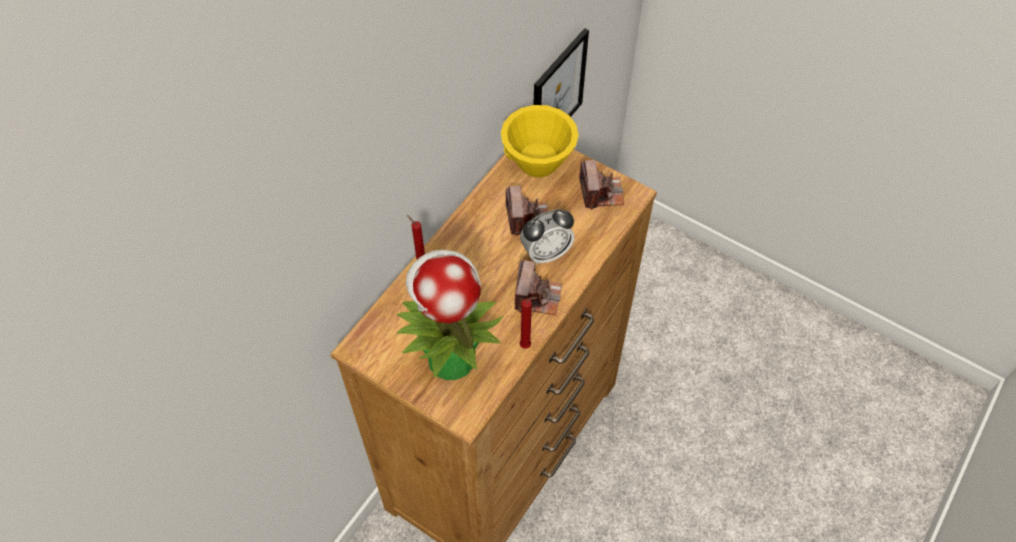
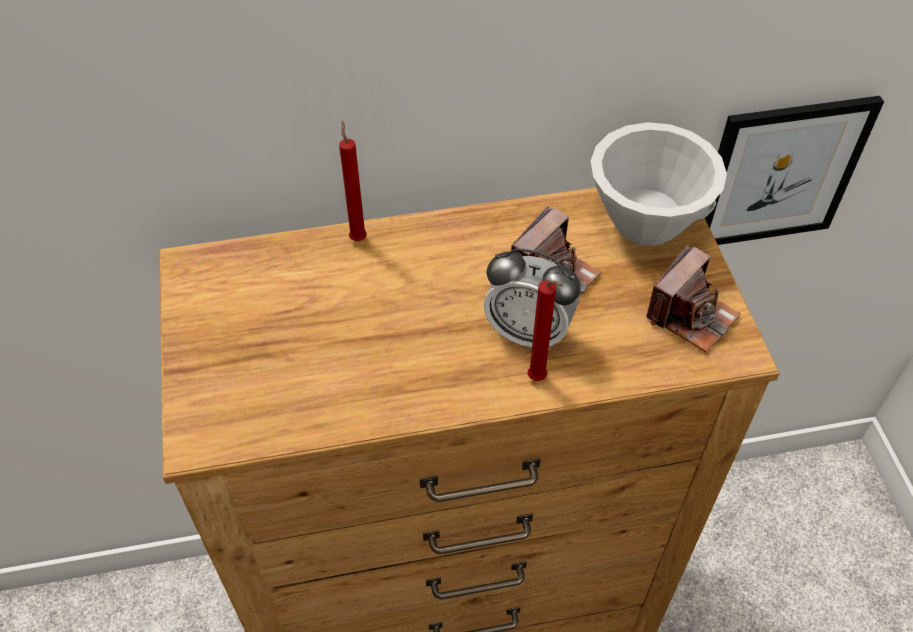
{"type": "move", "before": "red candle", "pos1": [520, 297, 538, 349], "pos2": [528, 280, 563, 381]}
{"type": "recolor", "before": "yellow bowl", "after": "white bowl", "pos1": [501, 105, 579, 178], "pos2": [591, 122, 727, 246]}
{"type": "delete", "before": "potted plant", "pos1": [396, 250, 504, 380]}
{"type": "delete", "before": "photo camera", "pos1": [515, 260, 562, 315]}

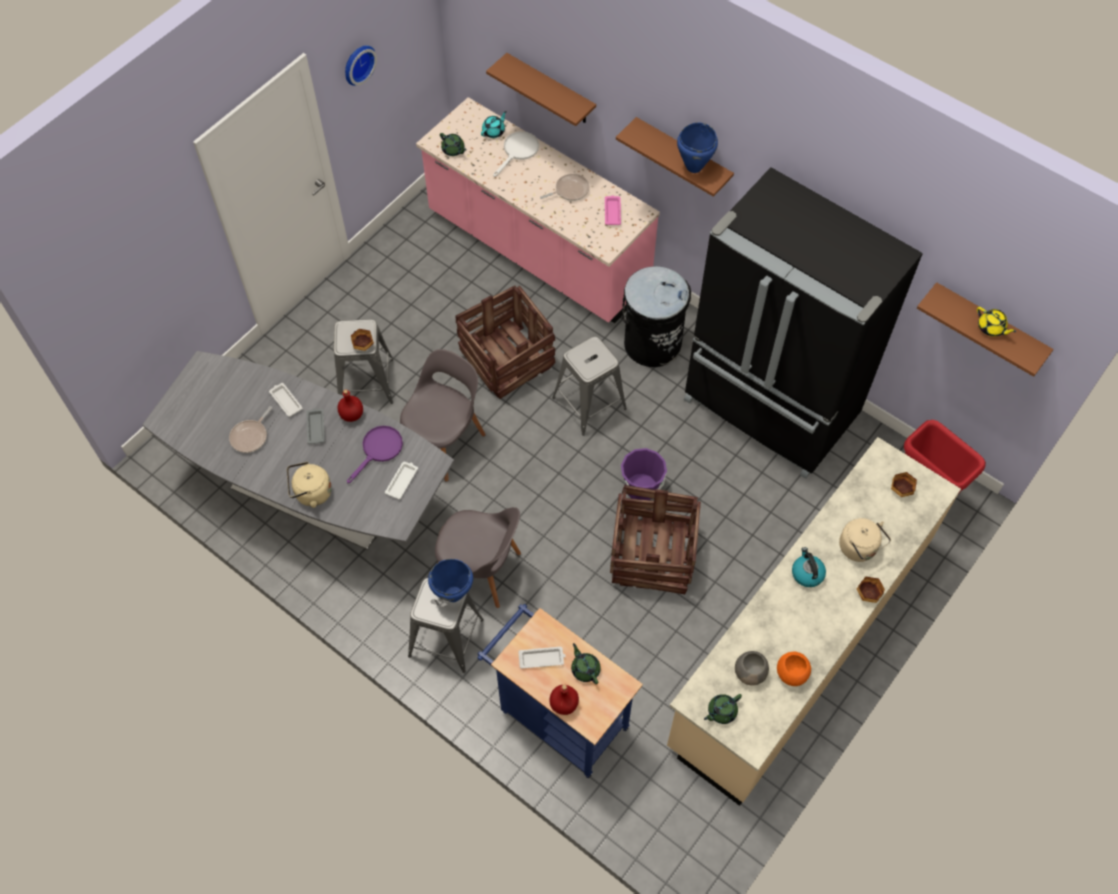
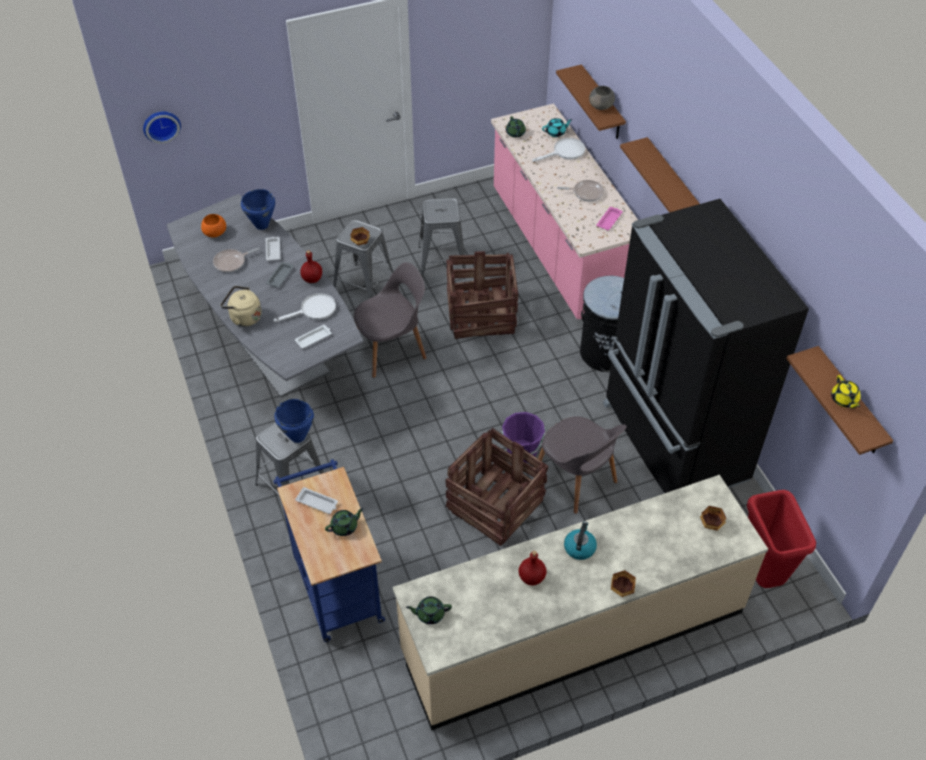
{"type": "move", "before": "wall clock", "pos1": [345, 45, 377, 86], "pos2": [143, 112, 181, 144]}
{"type": "move", "before": "orange bowl", "pos1": [777, 652, 811, 686], "pos2": [201, 214, 226, 237]}
{"type": "move", "before": "blue cooking pot", "pos1": [677, 122, 718, 173], "pos2": [241, 189, 275, 230]}
{"type": "recolor", "before": "purple frying pan", "after": "white frying pan", "pos1": [347, 426, 403, 483], "pos2": [273, 293, 336, 322]}
{"type": "rotate", "before": "green teapot", "pos1": [571, 643, 601, 684], "pos2": [325, 508, 364, 536], "turn": 60}
{"type": "move", "before": "grey stool", "pos1": [552, 336, 627, 436], "pos2": [418, 198, 466, 278]}
{"type": "move", "before": "red bottle", "pos1": [549, 684, 579, 715], "pos2": [519, 551, 546, 586]}
{"type": "move", "before": "grey chair", "pos1": [435, 507, 521, 608], "pos2": [536, 416, 627, 514]}
{"type": "move", "before": "grey bowl", "pos1": [735, 651, 769, 686], "pos2": [589, 86, 615, 110]}
{"type": "delete", "before": "beige kettle", "pos1": [839, 518, 891, 562]}

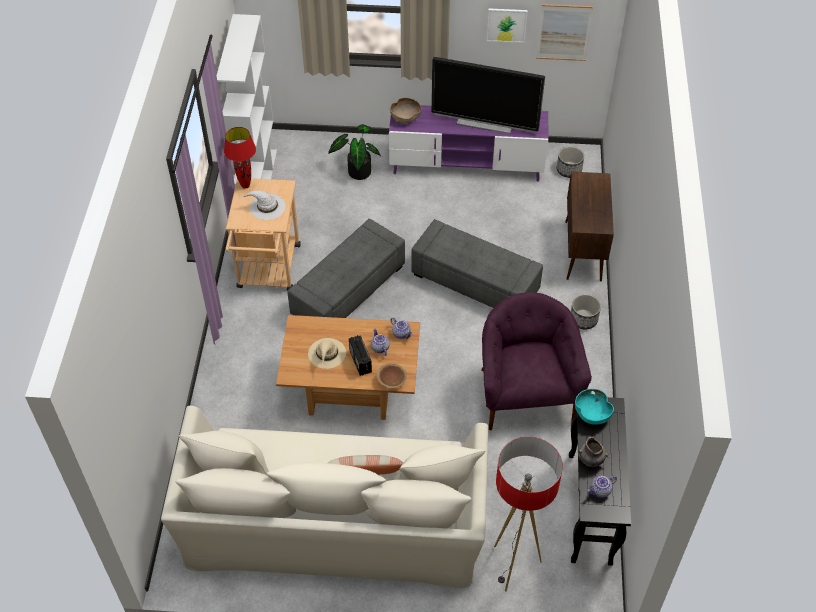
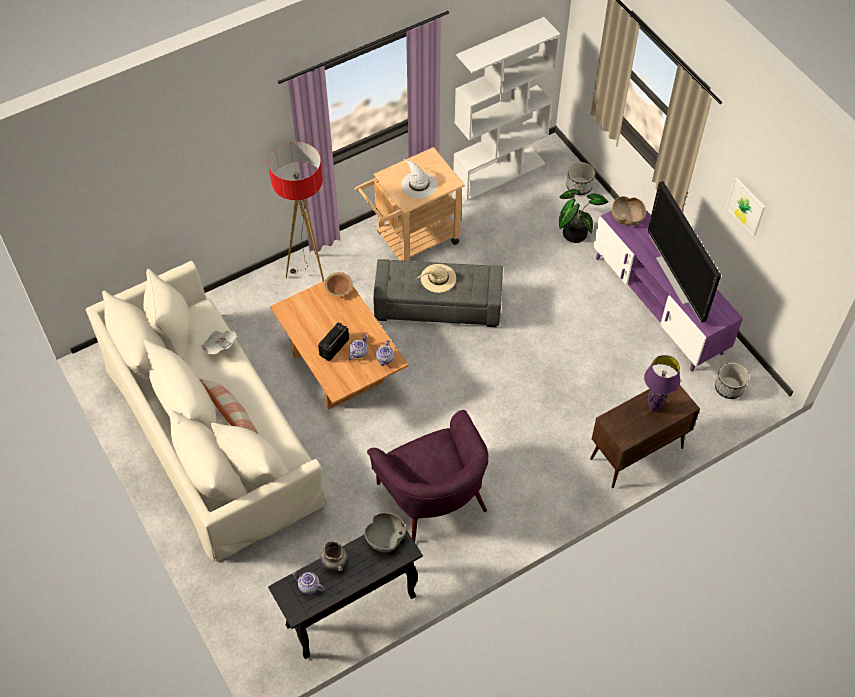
{"type": "insert", "after": "newspaper", "pos2": [201, 331, 237, 354]}
{"type": "move", "before": "floor lamp", "pos1": [494, 437, 563, 591], "pos2": [268, 142, 324, 281]}
{"type": "move", "before": "brown bowl", "pos1": [377, 363, 407, 388], "pos2": [324, 272, 352, 296]}
{"type": "recolor", "before": "turquoise bowl", "after": "grey bowl", "pos1": [575, 389, 614, 425], "pos2": [365, 512, 406, 552]}
{"type": "rotate", "before": "purple armchair", "pos1": [481, 292, 592, 430], "pos2": [367, 410, 488, 542], "turn": 105}
{"type": "move", "before": "beige hat", "pos1": [308, 338, 346, 369], "pos2": [416, 264, 456, 293]}
{"type": "move", "before": "planter", "pos1": [571, 294, 601, 329], "pos2": [566, 162, 595, 195]}
{"type": "insert", "after": "purple table lamp", "pos2": [644, 355, 680, 412]}
{"type": "delete", "before": "red table lamp", "pos1": [224, 127, 256, 189]}
{"type": "delete", "before": "grey ottoman", "pos1": [411, 219, 543, 308]}
{"type": "delete", "before": "picture", "pos1": [536, 4, 593, 61]}

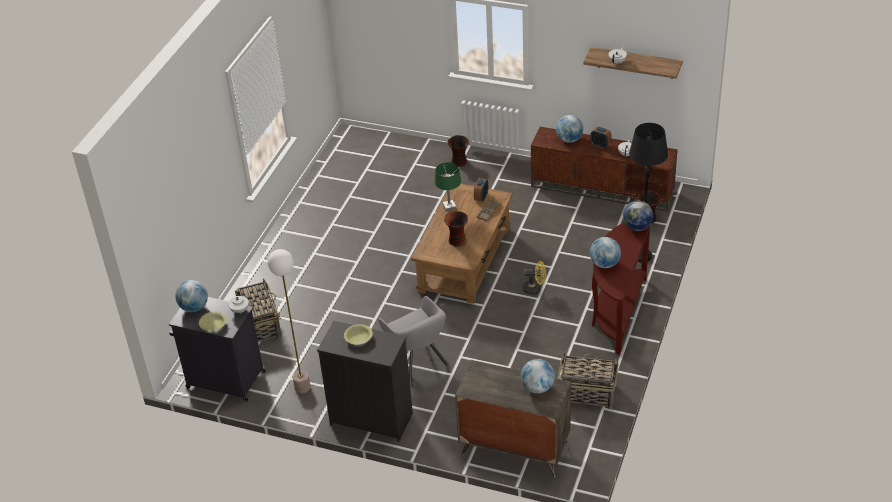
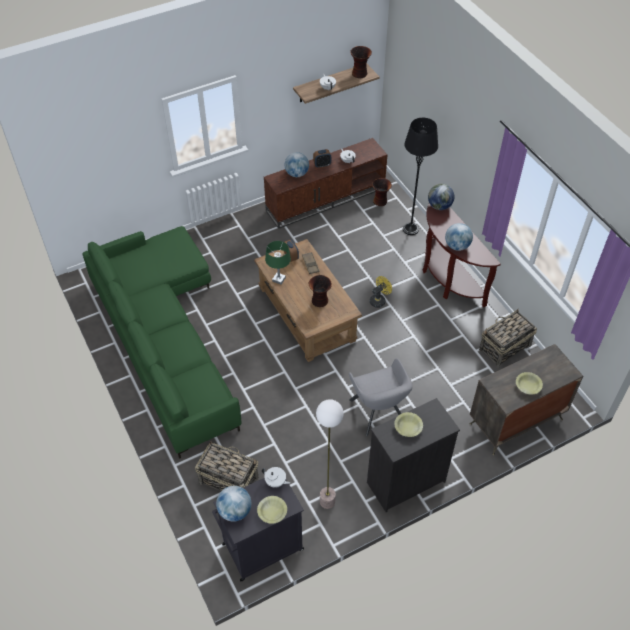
{"type": "insert", "after": "green sofa", "pos2": [82, 226, 241, 459]}
{"type": "rotate", "before": "grey armchair", "pos1": [378, 296, 450, 385], "pos2": [349, 358, 413, 436], "turn": 60}
{"type": "move", "before": "vase", "pos1": [447, 135, 469, 167], "pos2": [350, 46, 372, 78]}
{"type": "insert", "after": "yellow bowl", "pos2": [516, 372, 543, 394]}
{"type": "delete", "before": "globe", "pos1": [521, 359, 555, 393]}

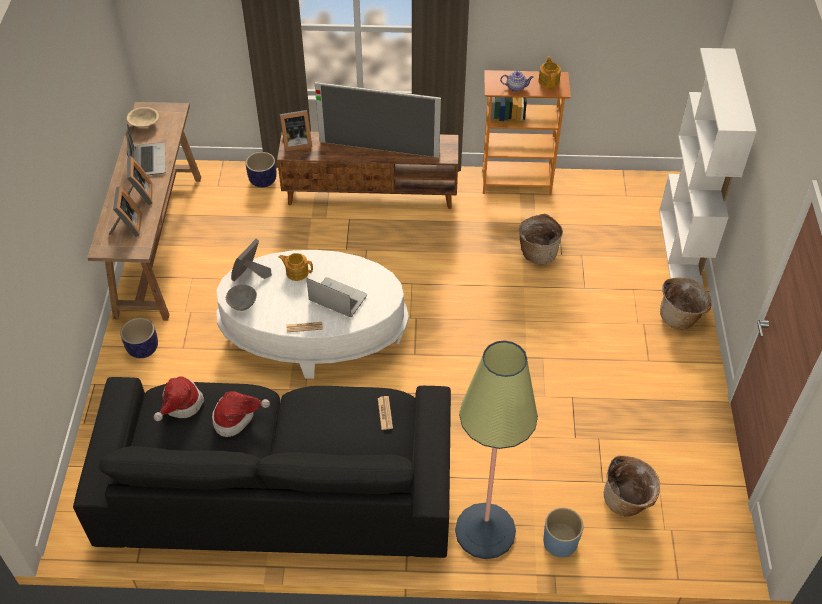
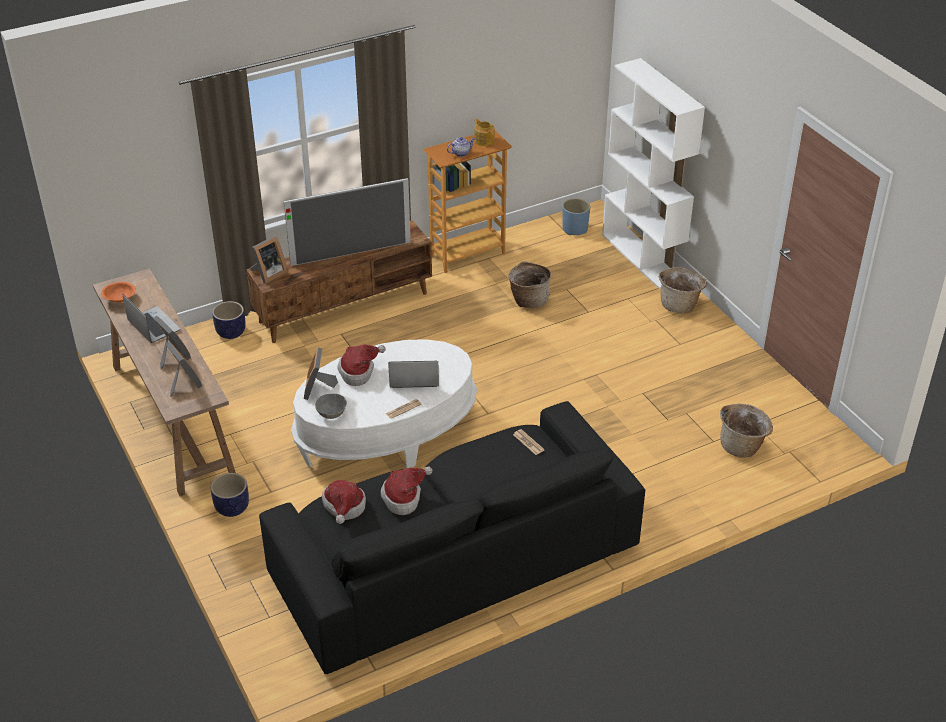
{"type": "recolor", "before": "beige bowl", "after": "orange bowl", "pos1": [127, 107, 159, 128], "pos2": [101, 282, 136, 303]}
{"type": "replace", "before": "teapot", "after": "hat", "pos1": [278, 253, 313, 281], "pos2": [338, 344, 386, 386]}
{"type": "move", "before": "blue planter", "pos1": [543, 508, 584, 557], "pos2": [562, 198, 590, 235]}
{"type": "delete", "before": "floor lamp", "pos1": [455, 340, 538, 559]}

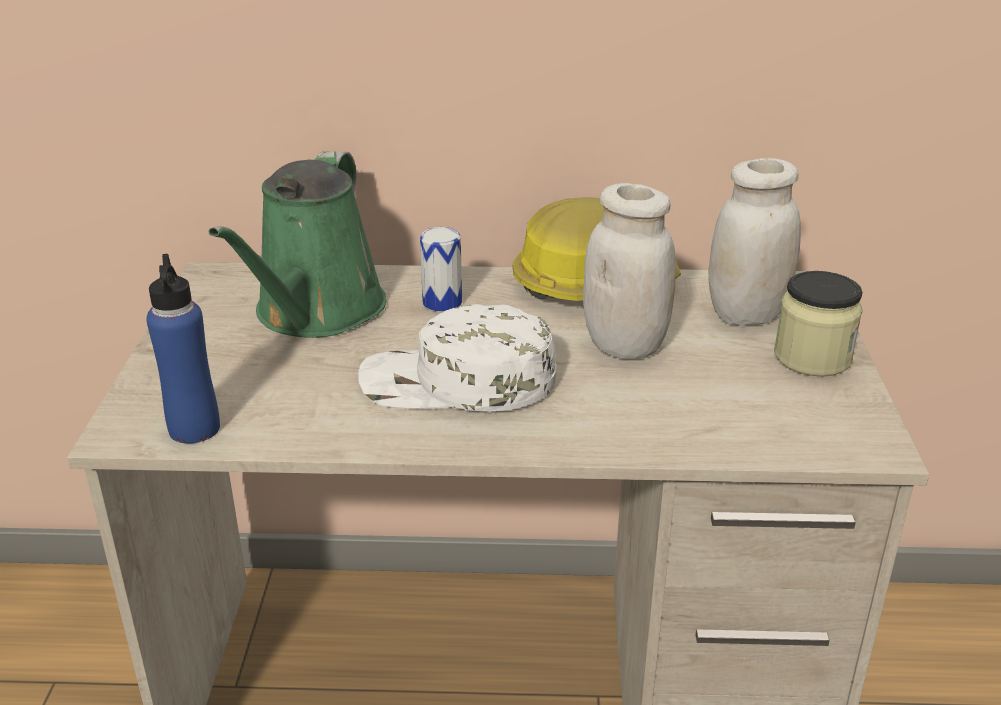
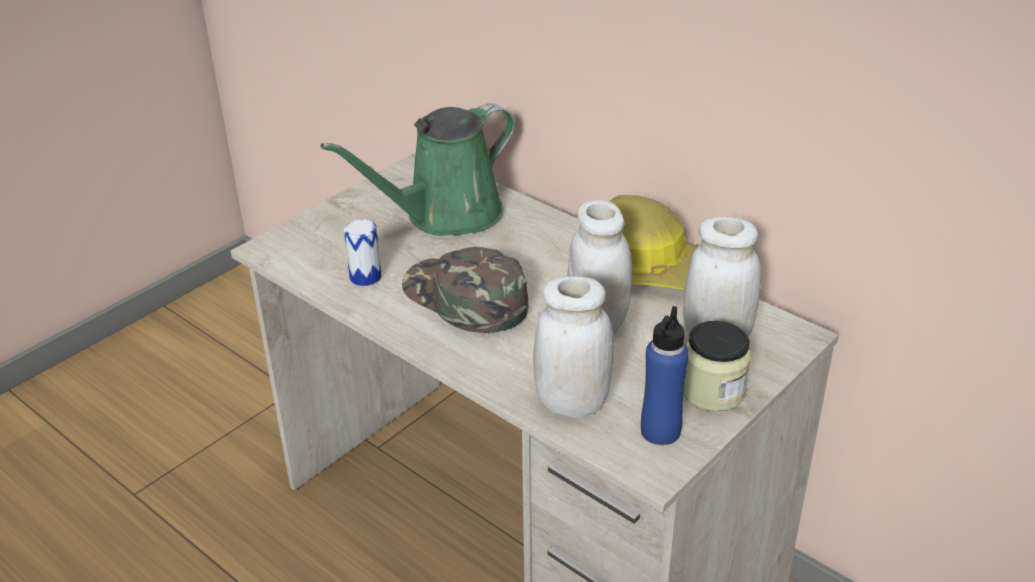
{"type": "move", "before": "can", "pos1": [420, 227, 462, 312], "pos2": [344, 219, 381, 286]}
{"type": "recolor", "before": "white cap", "after": "green cap", "pos1": [358, 304, 557, 412], "pos2": [402, 247, 529, 333]}
{"type": "insert", "after": "white jar", "pos2": [533, 276, 613, 418]}
{"type": "move", "before": "blue bottle", "pos1": [147, 254, 220, 444], "pos2": [641, 306, 689, 445]}

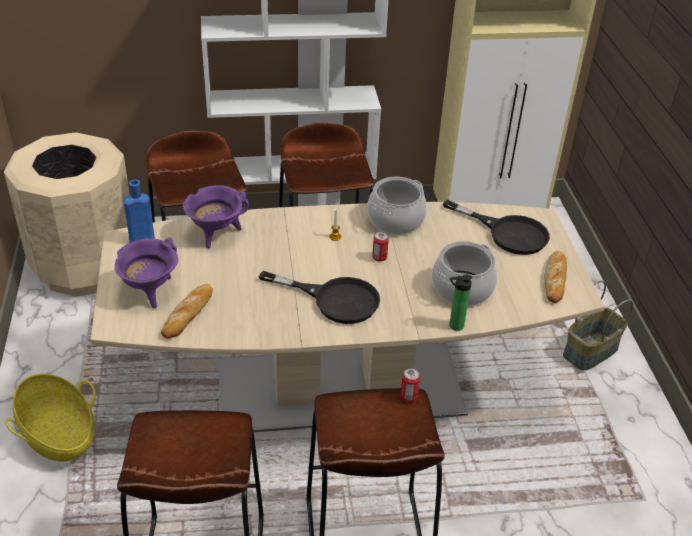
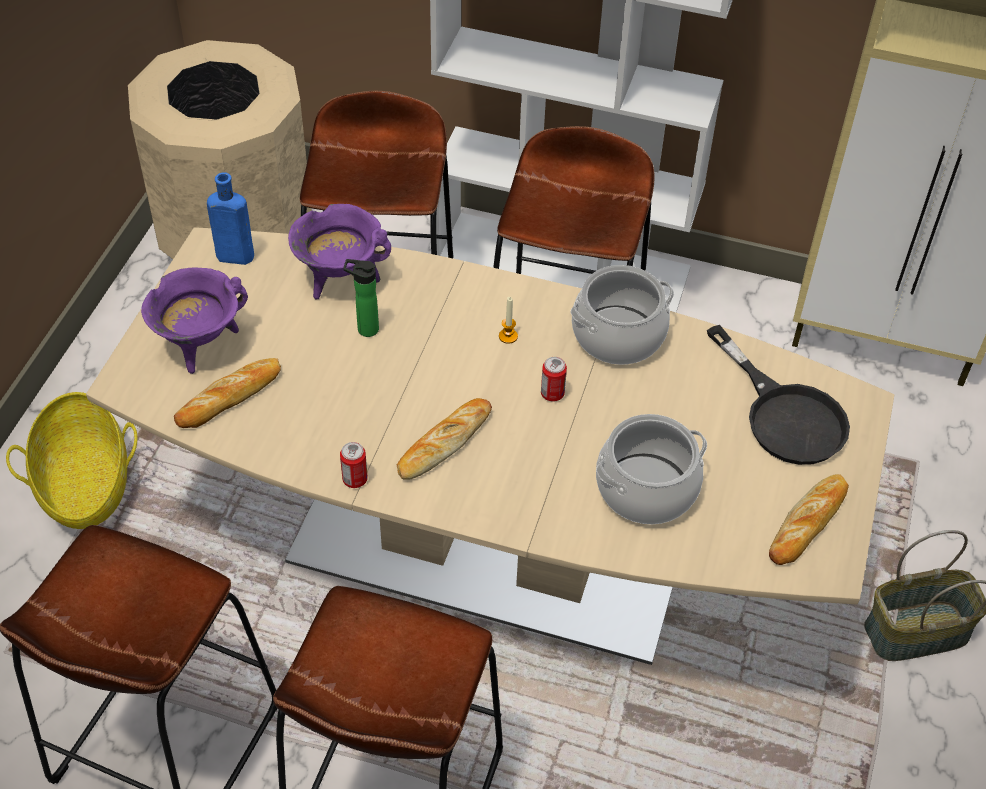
{"type": "move", "before": "can", "pos1": [400, 368, 420, 402], "pos2": [340, 442, 368, 488]}
{"type": "move", "before": "bottle", "pos1": [449, 275, 472, 331], "pos2": [344, 259, 379, 337]}
{"type": "replace", "before": "black frying pan", "after": "bread", "pos1": [259, 271, 380, 324], "pos2": [397, 398, 492, 480]}

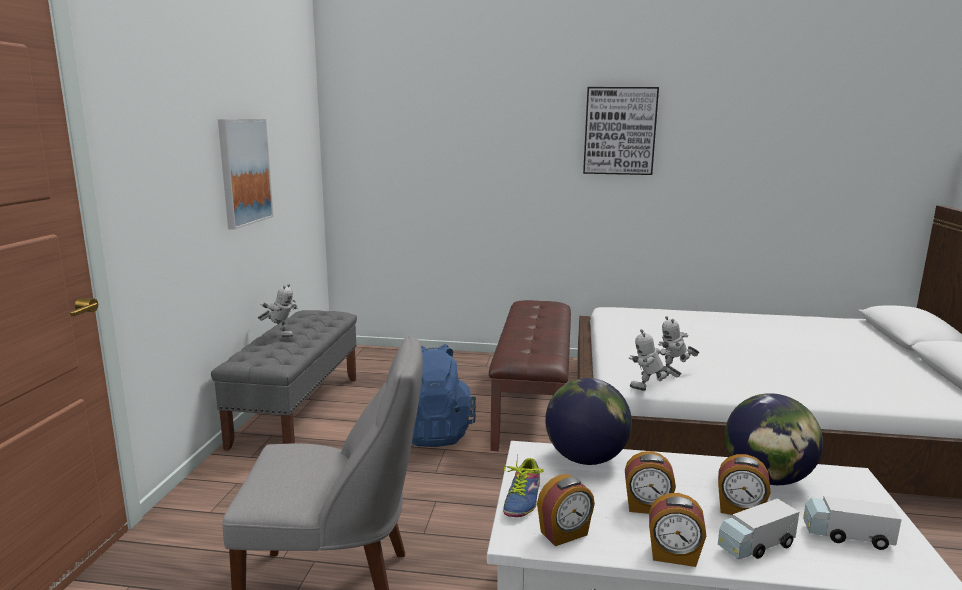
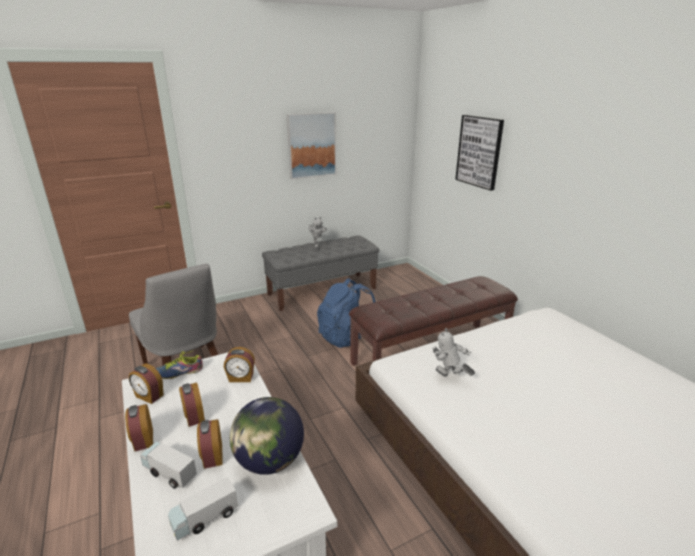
{"type": "rotate", "before": "toy truck", "pos1": [803, 496, 902, 550], "pos2": [168, 477, 238, 541], "turn": -105}
{"type": "replace", "before": "globe", "after": "alarm clock", "pos1": [545, 378, 632, 465], "pos2": [224, 347, 255, 382]}
{"type": "move", "before": "picture", "pos1": [583, 87, 659, 175], "pos2": [455, 115, 504, 191]}
{"type": "delete", "before": "toy robot", "pos1": [629, 329, 682, 391]}

